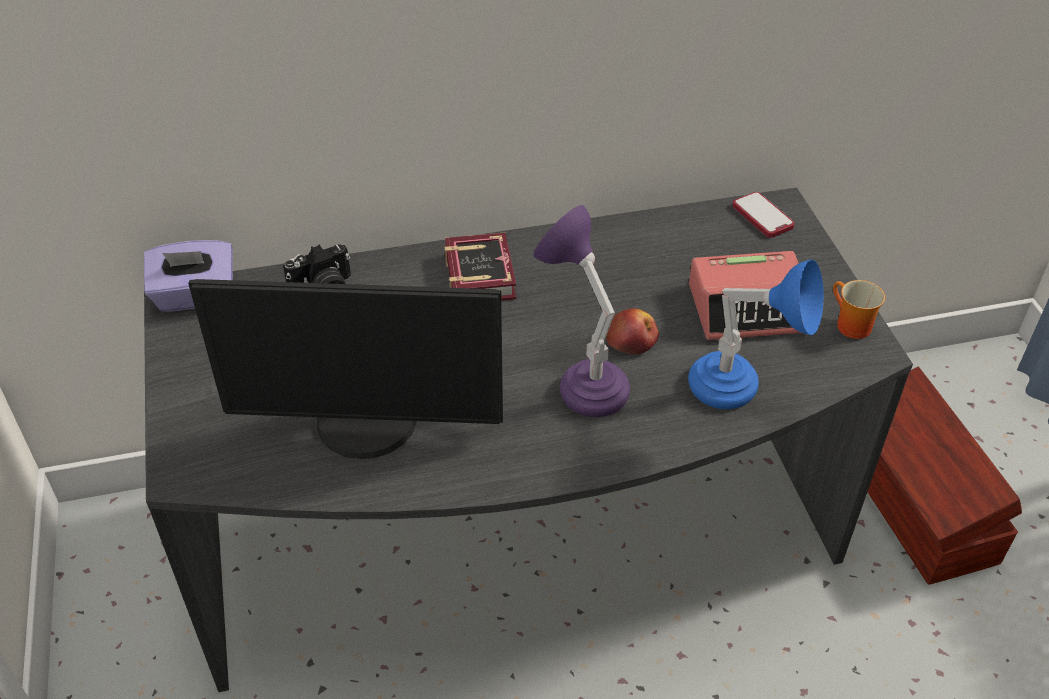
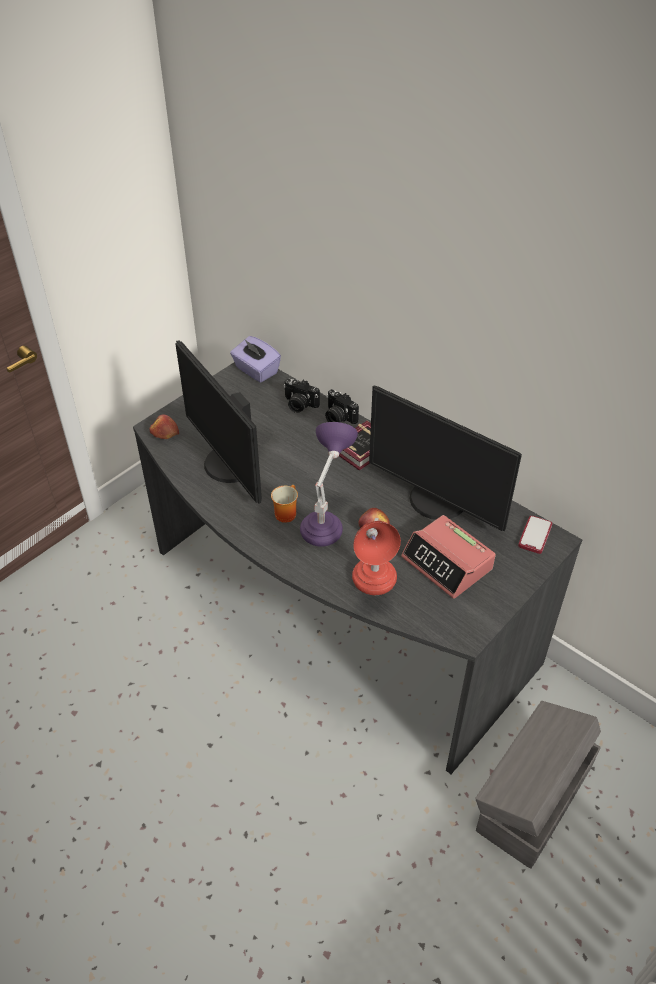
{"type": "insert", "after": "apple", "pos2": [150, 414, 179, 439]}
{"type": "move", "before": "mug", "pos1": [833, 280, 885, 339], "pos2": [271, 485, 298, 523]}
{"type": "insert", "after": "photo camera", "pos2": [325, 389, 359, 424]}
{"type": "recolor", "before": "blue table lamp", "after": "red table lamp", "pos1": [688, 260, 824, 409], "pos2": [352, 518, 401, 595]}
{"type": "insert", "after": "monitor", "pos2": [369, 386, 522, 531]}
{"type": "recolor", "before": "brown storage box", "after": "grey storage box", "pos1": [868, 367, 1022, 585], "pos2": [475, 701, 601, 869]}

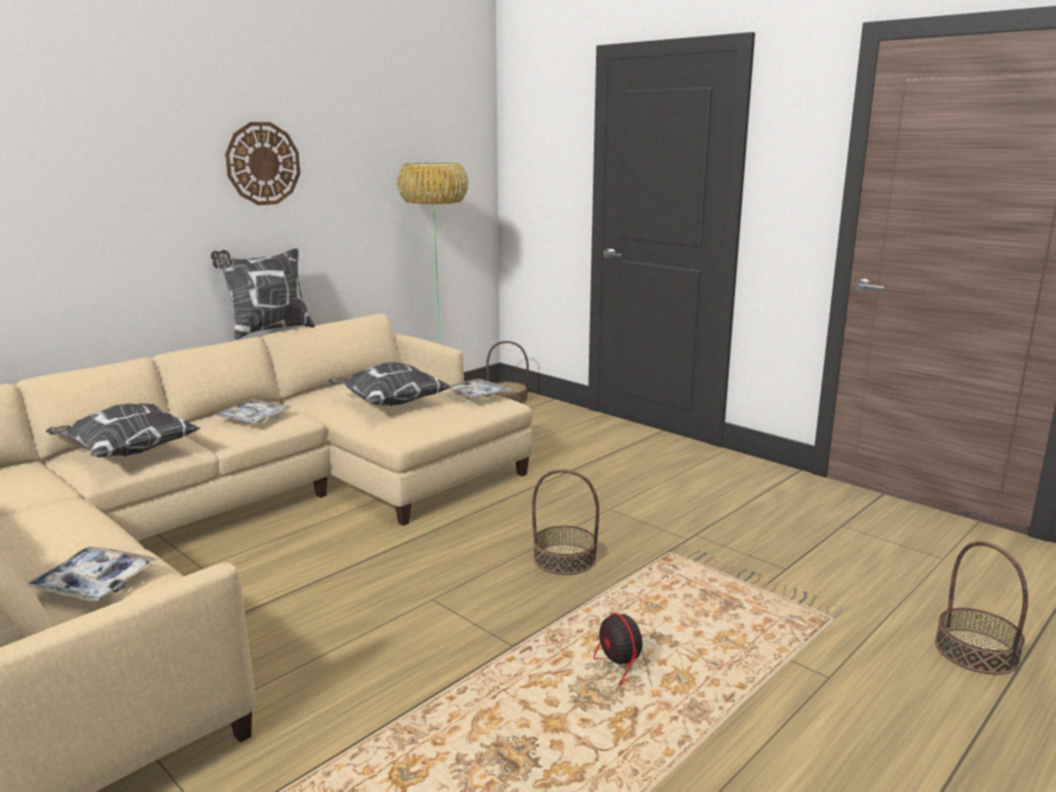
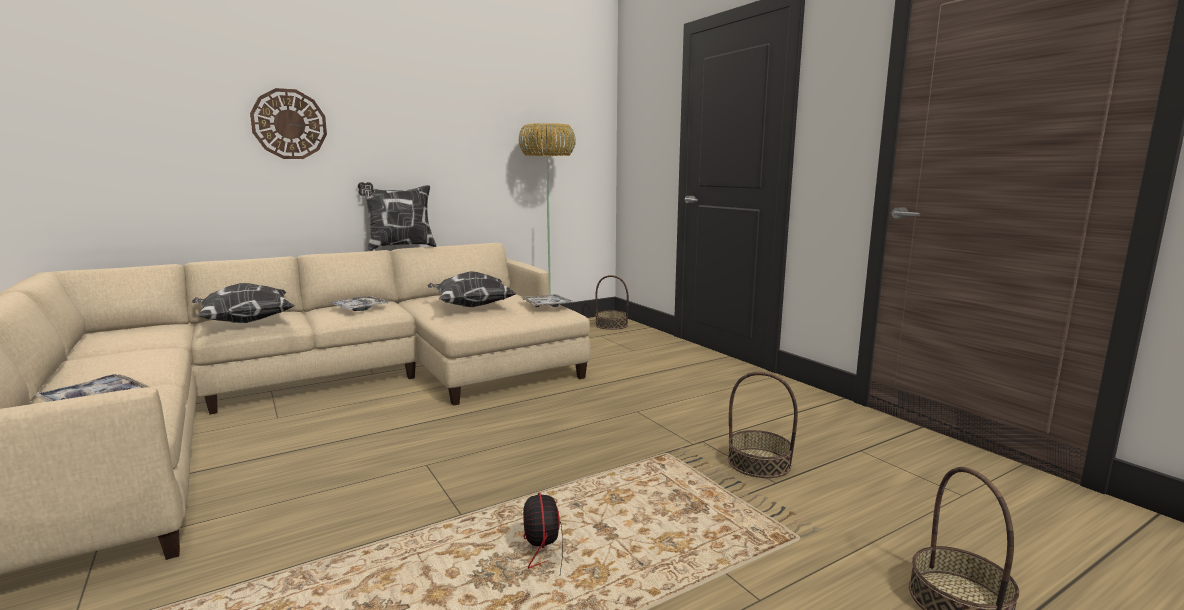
{"type": "move", "before": "wall clock", "pos1": [225, 122, 300, 205], "pos2": [250, 88, 327, 159]}
{"type": "move", "before": "basket", "pos1": [532, 469, 599, 575], "pos2": [728, 372, 798, 478]}

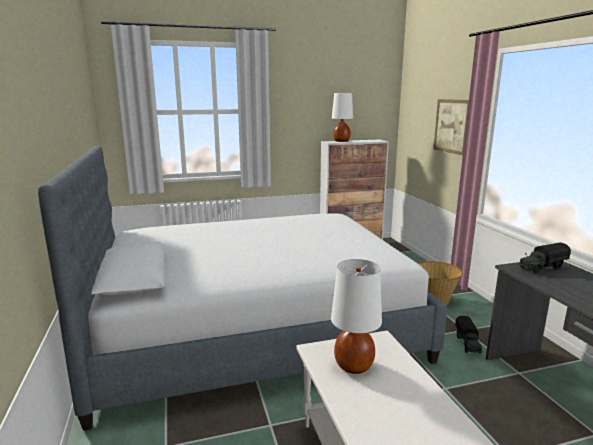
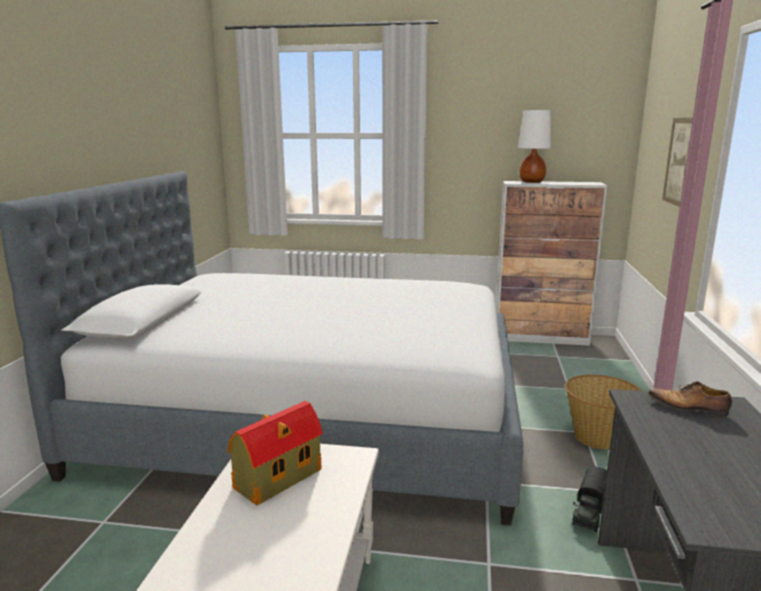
{"type": "replace", "before": "white table lamp", "after": "toy house", "pos1": [331, 259, 382, 374], "pos2": [227, 401, 323, 505]}
{"type": "replace", "before": "toy truck", "after": "shoe", "pos1": [518, 242, 571, 274], "pos2": [648, 381, 732, 417]}

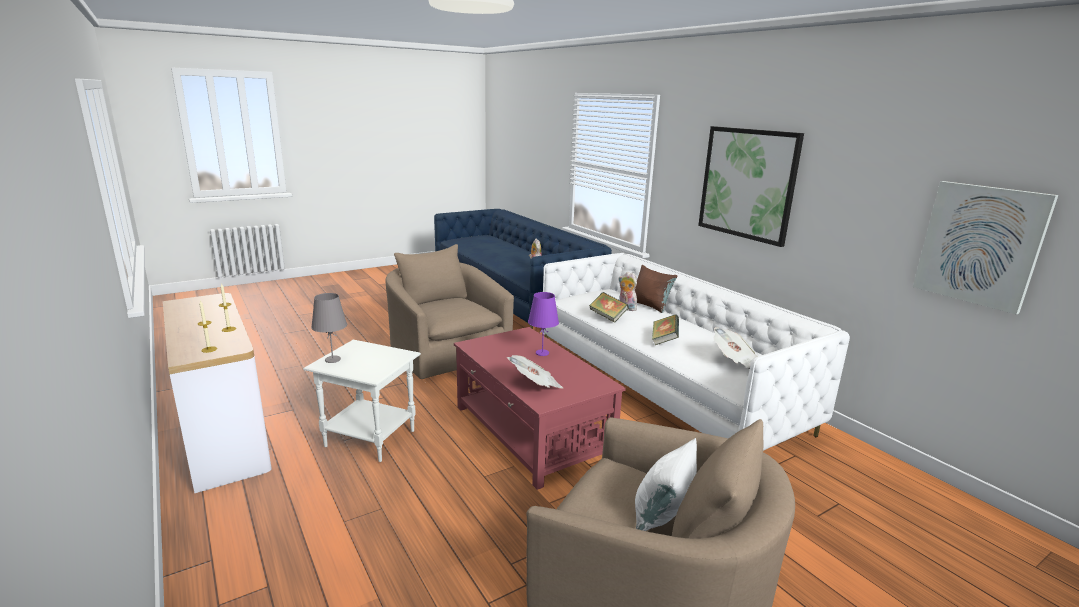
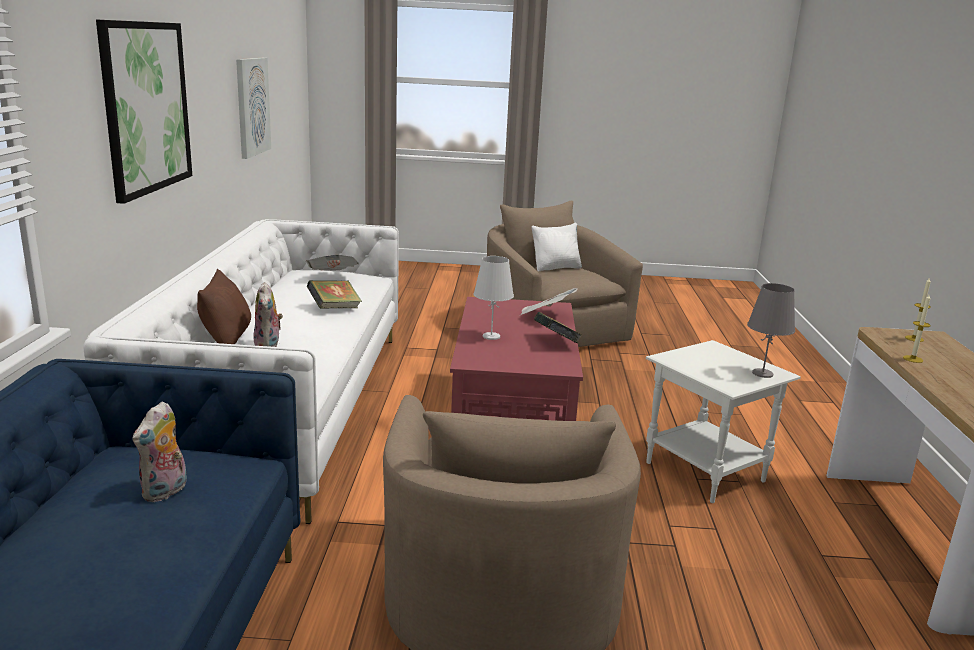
{"type": "recolor", "before": "purple table lamp", "after": "white table lamp", "pos1": [528, 292, 559, 356], "pos2": [473, 256, 514, 340]}
{"type": "move", "before": "book", "pos1": [589, 292, 629, 323], "pos2": [534, 312, 582, 343]}

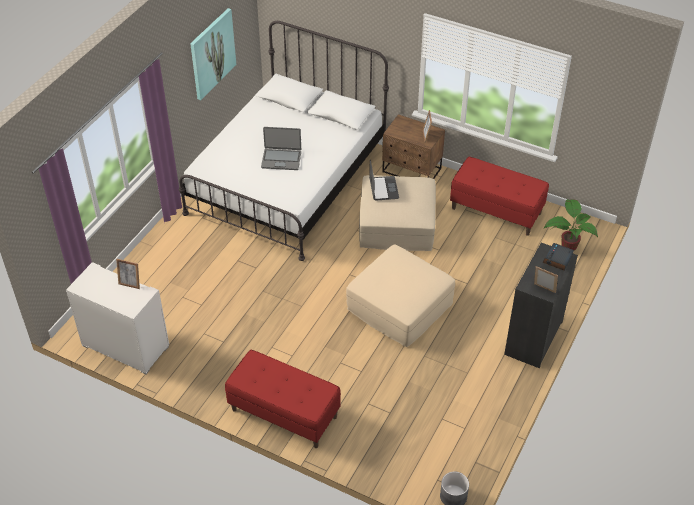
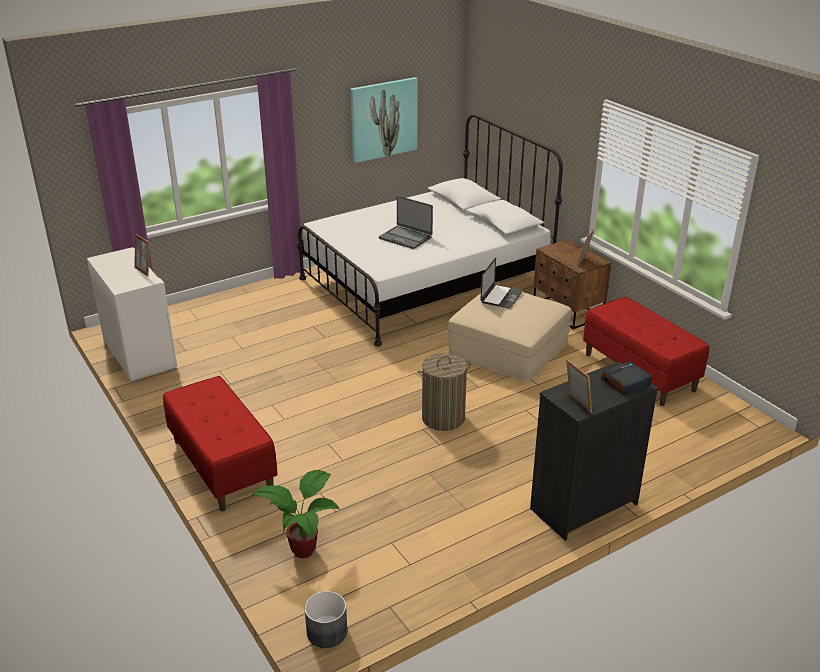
{"type": "move", "before": "potted plant", "pos1": [543, 199, 598, 250], "pos2": [251, 470, 340, 558]}
{"type": "replace", "before": "beige ottoman", "after": "laundry basket", "pos1": [346, 244, 455, 347], "pos2": [418, 353, 471, 431]}

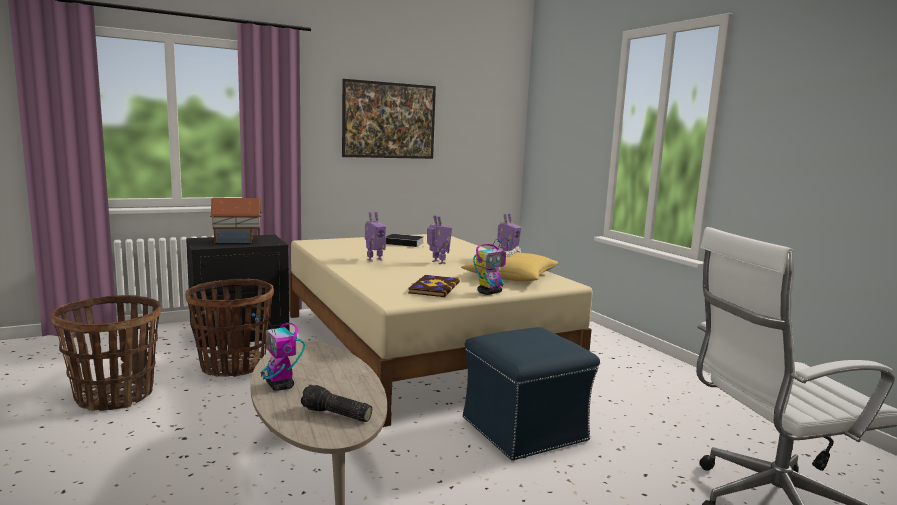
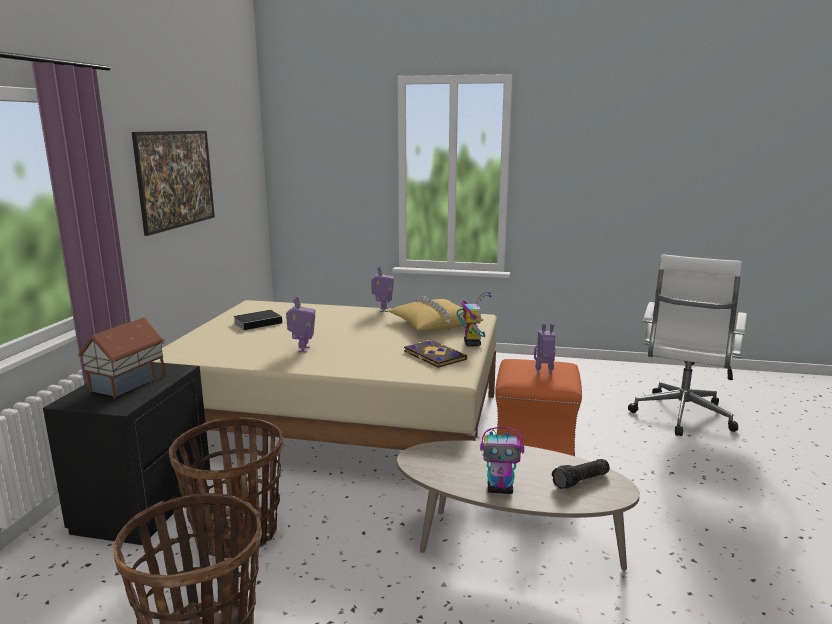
{"type": "recolor", "before": "blue ottoman", "after": "orange ottoman", "pos1": [463, 327, 600, 461], "pos2": [495, 359, 582, 456]}
{"type": "move", "before": "toy robot", "pos1": [427, 215, 452, 264], "pos2": [534, 323, 555, 375]}

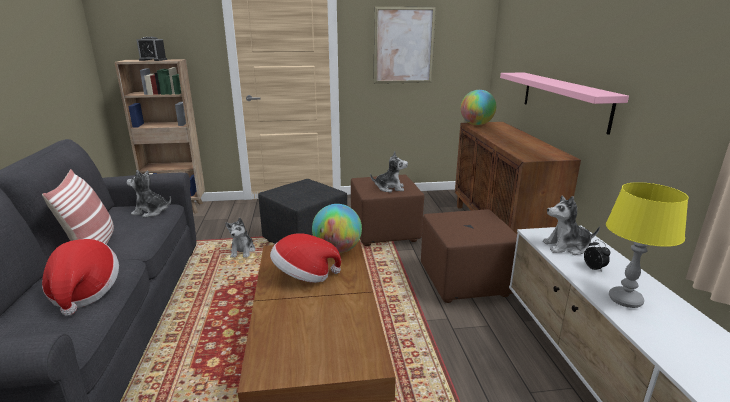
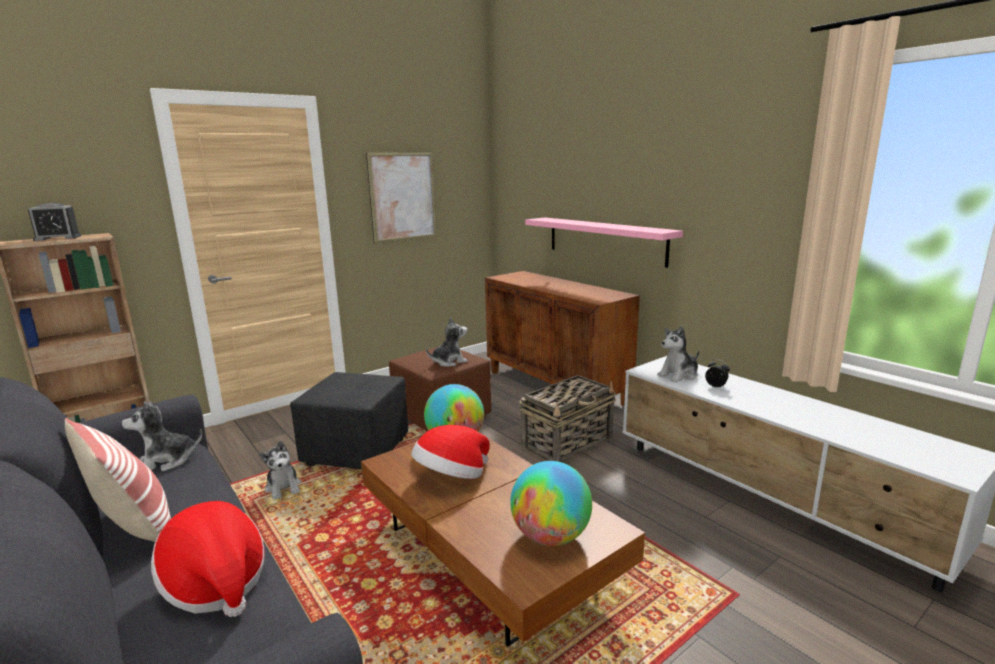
{"type": "move", "before": "globe", "pos1": [460, 90, 497, 125], "pos2": [510, 461, 592, 546]}
{"type": "replace", "before": "brown ottoman", "after": "basket", "pos1": [421, 209, 517, 303], "pos2": [519, 375, 616, 462]}
{"type": "delete", "before": "yellow table lamp", "pos1": [606, 182, 689, 308]}

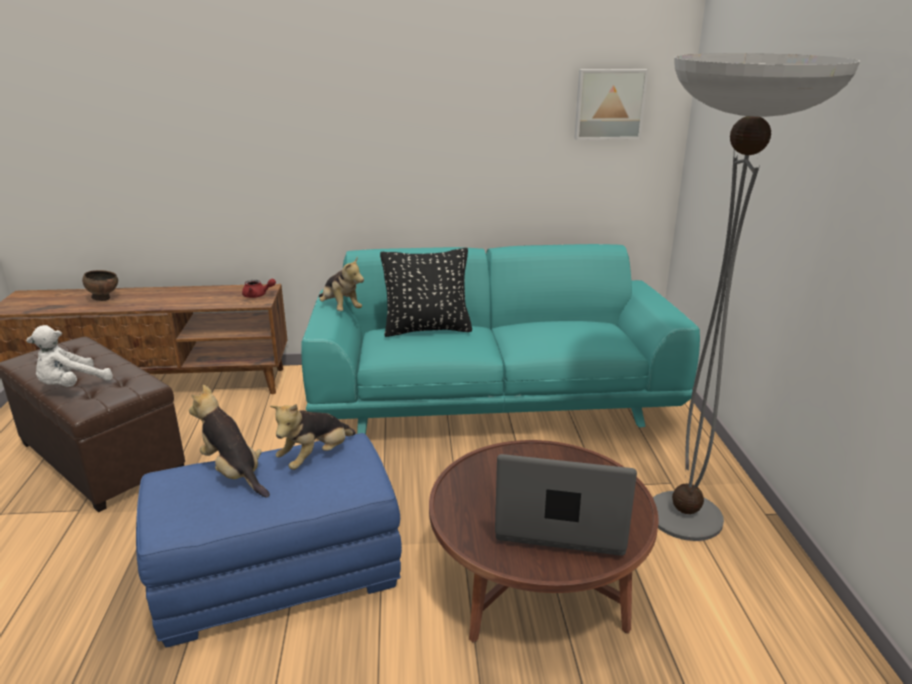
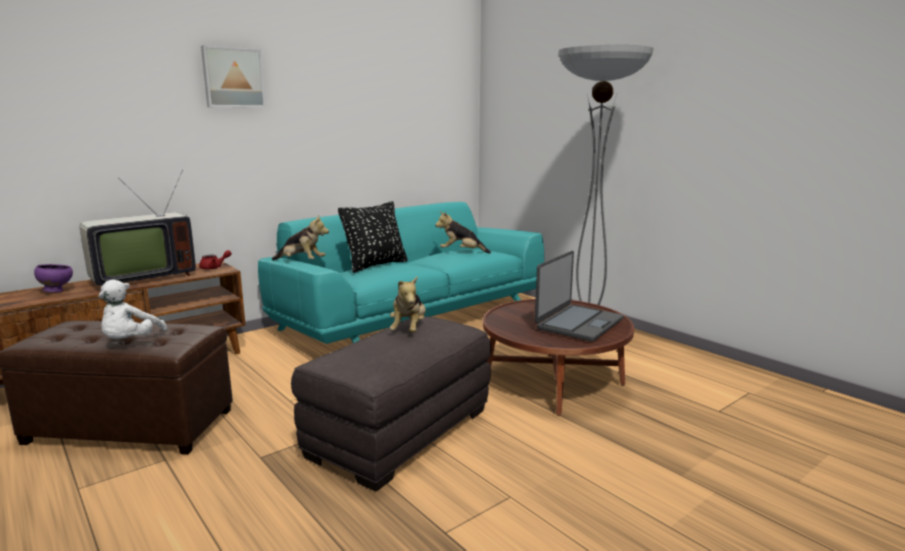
{"type": "recolor", "before": "brown bowl", "after": "purple bowl", "pos1": [82, 270, 118, 301], "pos2": [34, 264, 73, 292]}
{"type": "insert", "after": "television", "pos2": [80, 170, 196, 286]}
{"type": "move", "before": "picture", "pos1": [574, 69, 648, 140], "pos2": [201, 45, 266, 108]}
{"type": "recolor", "before": "blue ottoman", "after": "grey ottoman", "pos1": [136, 433, 402, 648], "pos2": [291, 316, 491, 491]}
{"type": "move", "before": "plush toy", "pos1": [189, 385, 270, 498], "pos2": [435, 212, 491, 253]}
{"type": "rotate", "before": "laptop", "pos1": [495, 454, 637, 556], "pos2": [535, 251, 624, 341], "turn": 150}

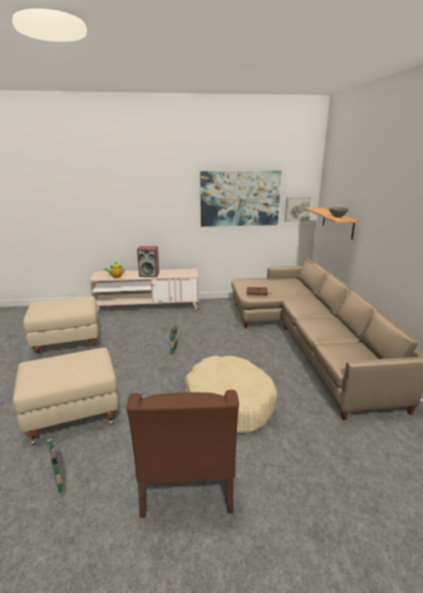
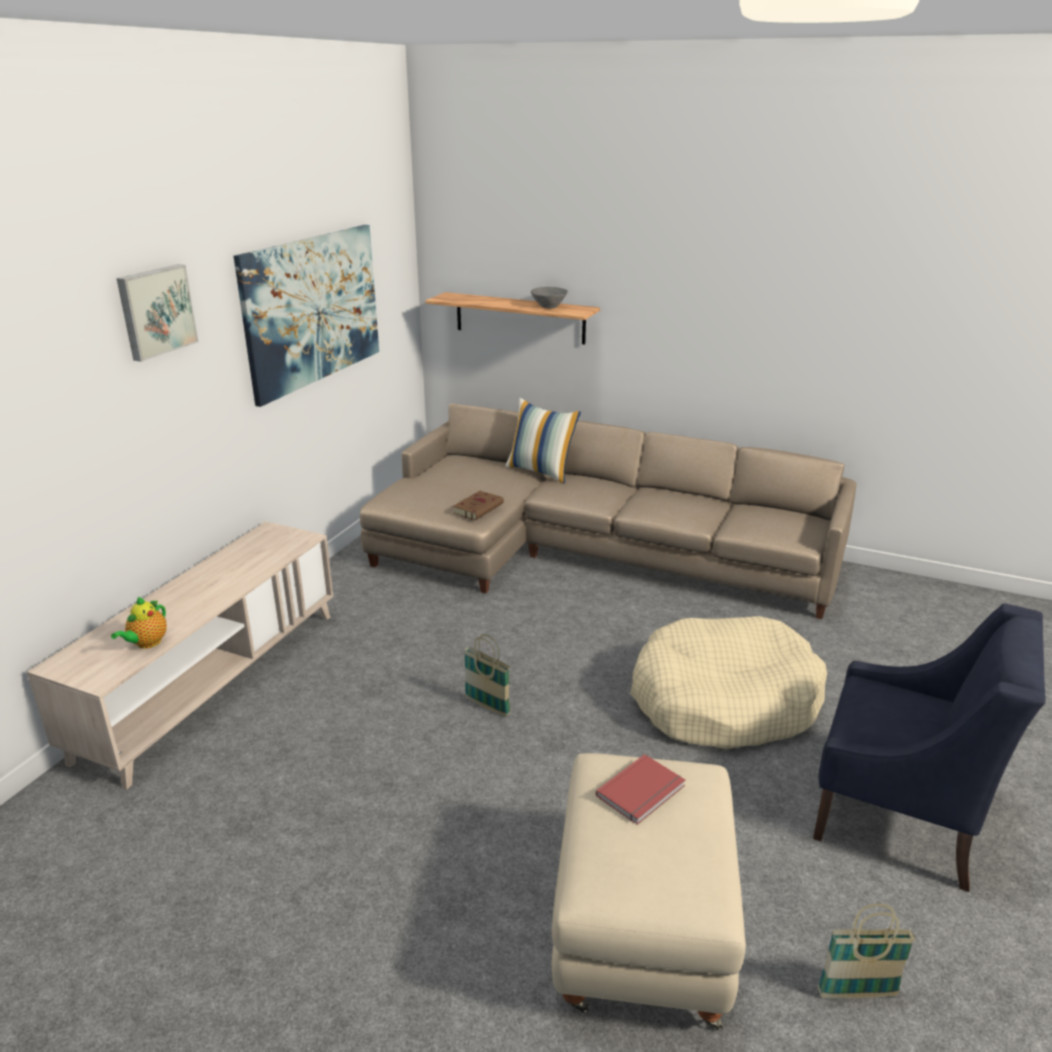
{"type": "move", "before": "picture", "pos1": [285, 197, 311, 222], "pos2": [116, 264, 199, 362]}
{"type": "insert", "after": "pillow", "pos2": [505, 398, 581, 484]}
{"type": "insert", "after": "red book", "pos2": [596, 754, 685, 825]}
{"type": "recolor", "before": "brown armchair", "after": "blue armchair", "pos1": [126, 390, 239, 518], "pos2": [813, 603, 1046, 892]}
{"type": "delete", "before": "beige ottoman", "pos1": [23, 296, 98, 354]}
{"type": "delete", "before": "speaker", "pos1": [137, 246, 159, 277]}

